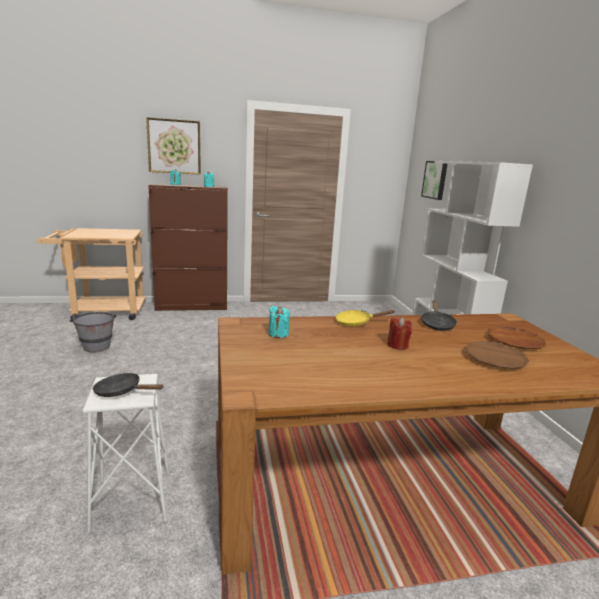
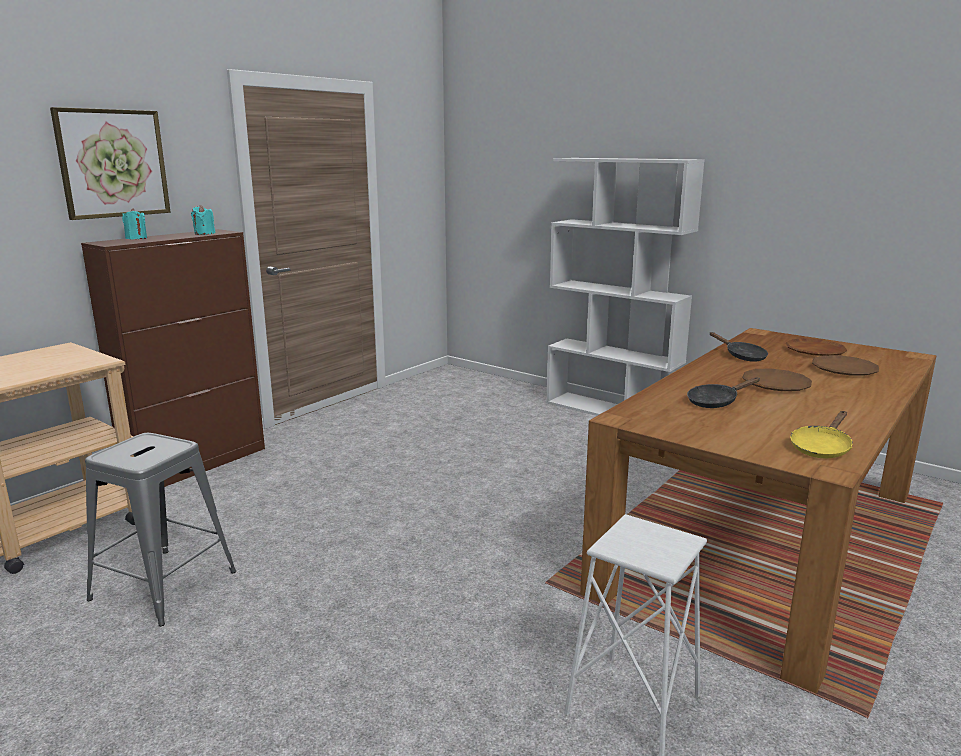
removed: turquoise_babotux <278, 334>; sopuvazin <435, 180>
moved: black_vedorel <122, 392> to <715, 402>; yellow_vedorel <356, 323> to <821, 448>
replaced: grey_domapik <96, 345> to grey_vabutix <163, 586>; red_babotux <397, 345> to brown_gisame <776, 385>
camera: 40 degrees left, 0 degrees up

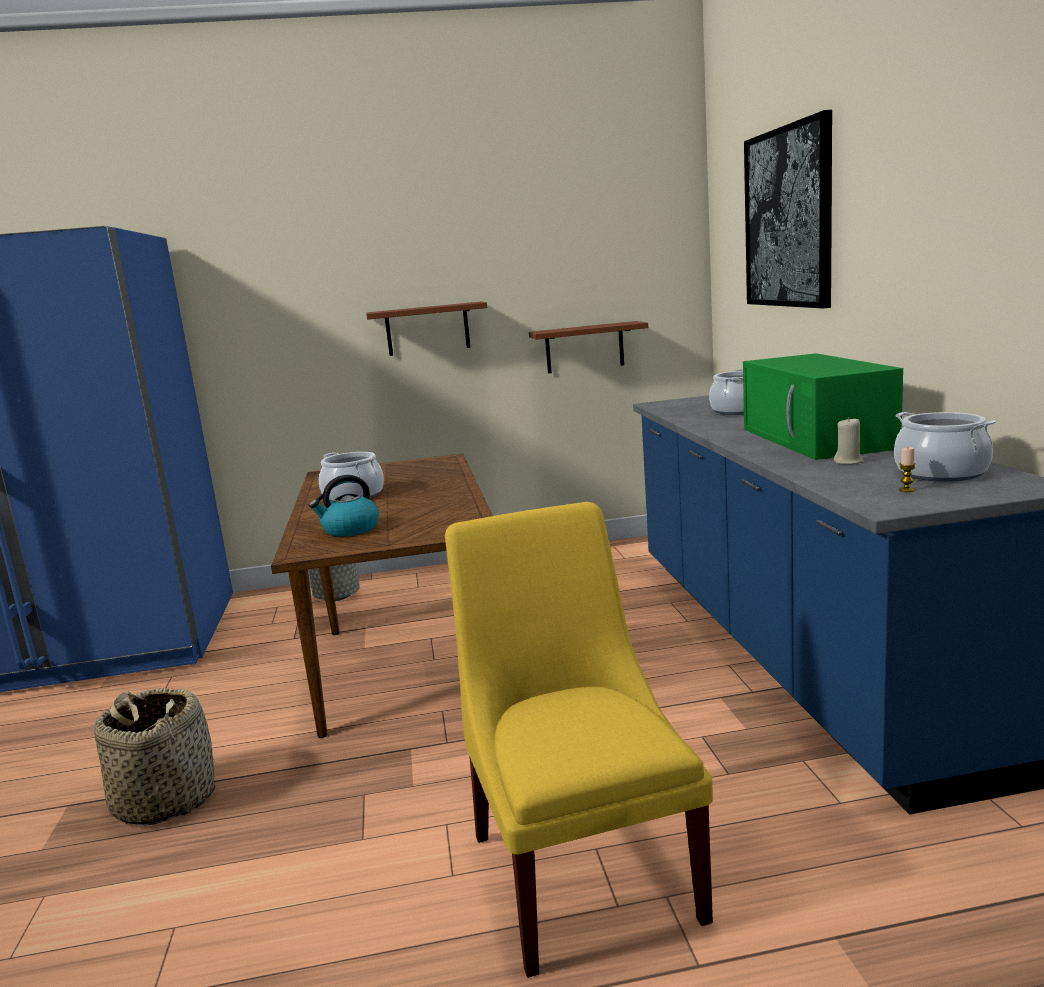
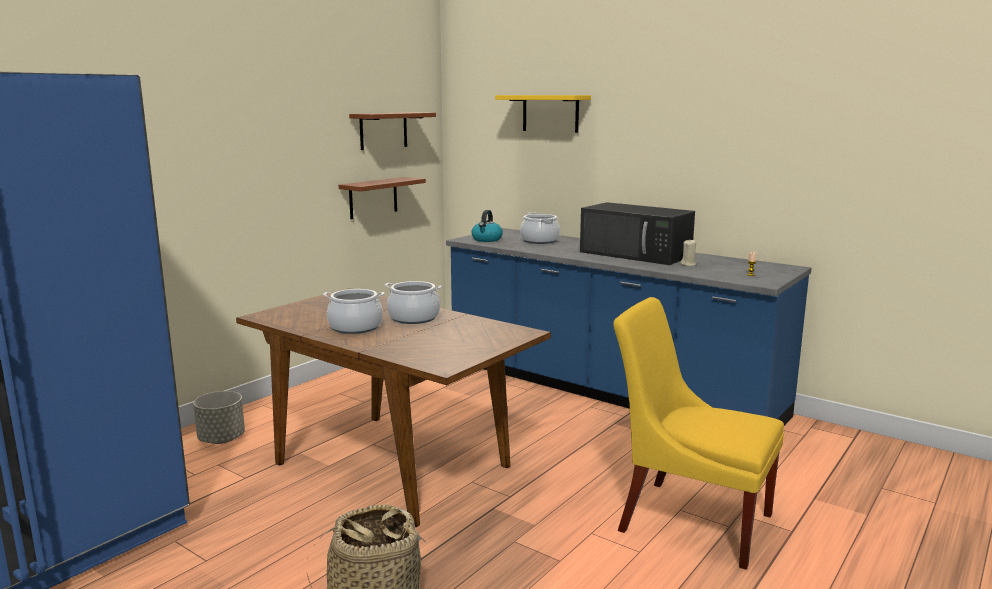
moved: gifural <350, 529> to <487, 239>; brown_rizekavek <427, 329> to <383, 130>; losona <941, 473> to <414, 318>
replaced: sopuvazin <788, 218> to yellow_rizekavek <550, 113>
recoloured: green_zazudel <817, 439> to black_zazudel <636, 254>
camera: 45 degrees left, 0 degrees up

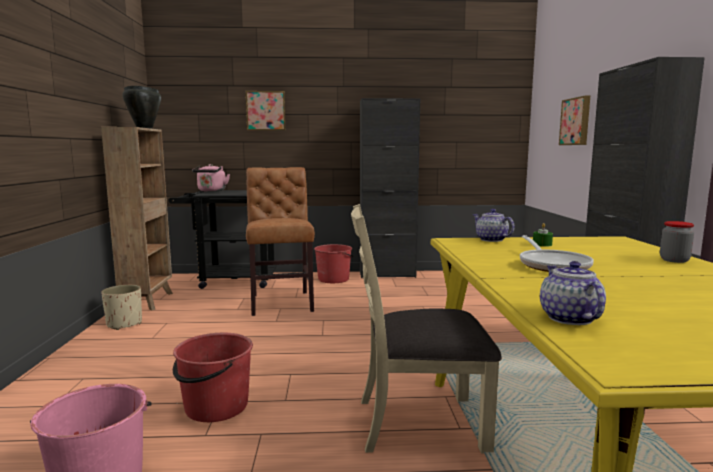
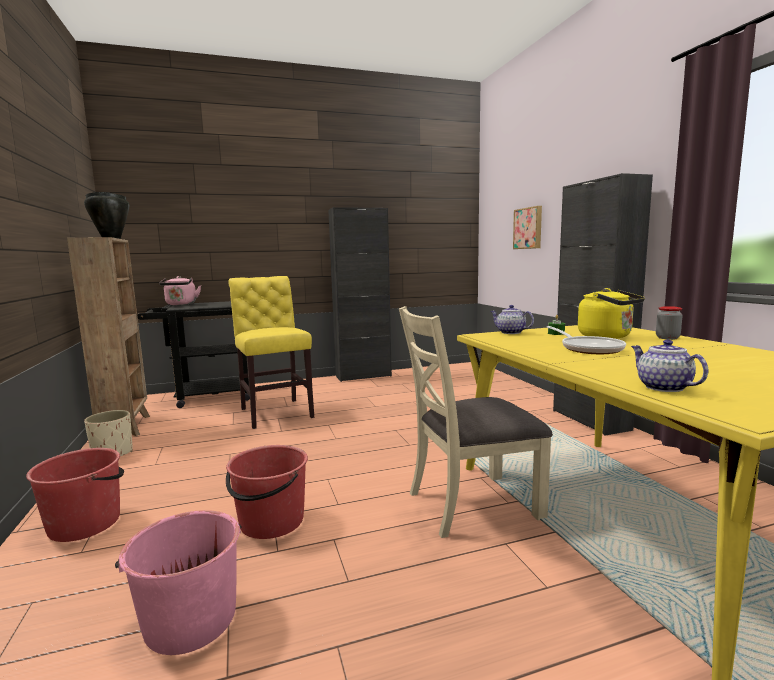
removed: sopuvazin <266, 111>
added: yellow_gifural <607, 336>
moved: red_domapik <334, 279> to <86, 523>
recoloured: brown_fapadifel <281, 302> to yellow_fapadifel <275, 412>
camera: 15 degrees left, 0 degrees up

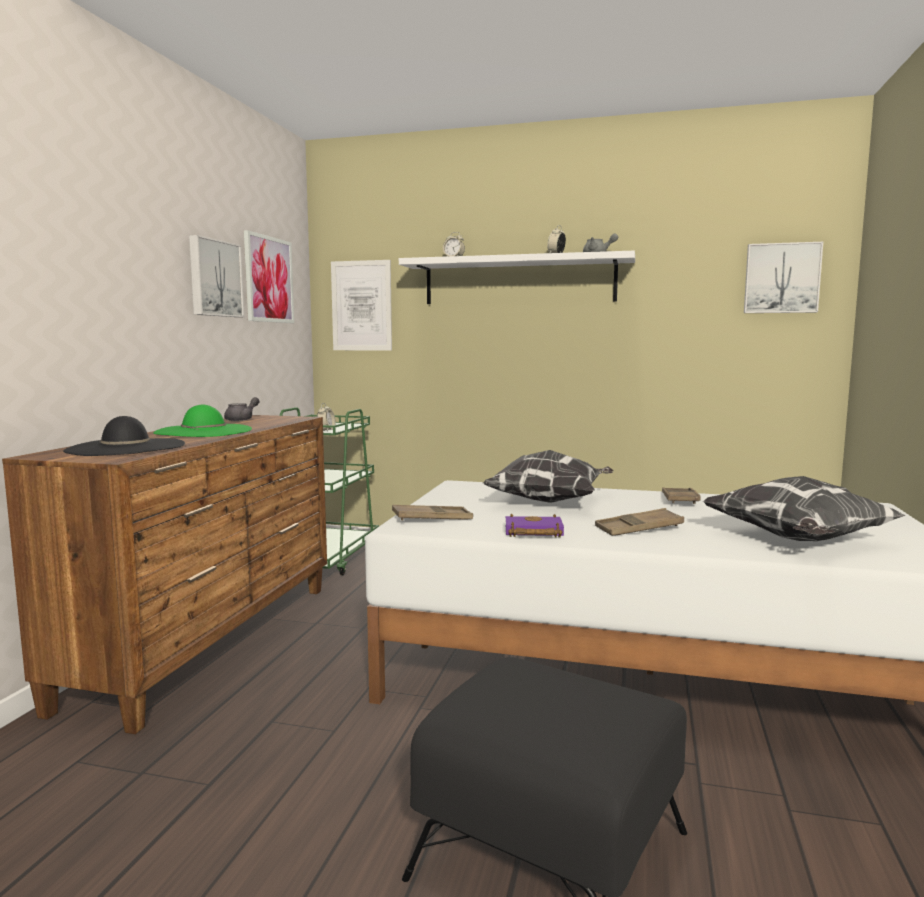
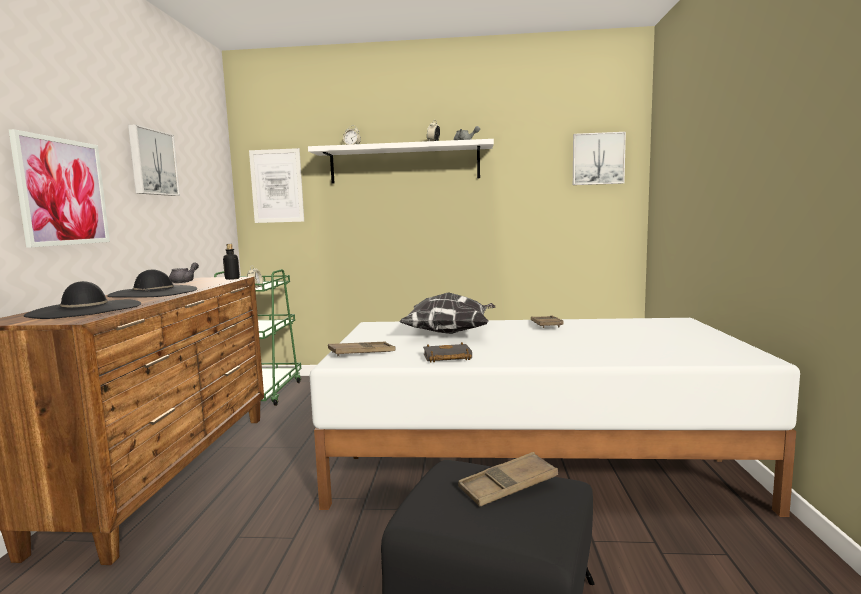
removed: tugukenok <798, 541>
added: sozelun <232, 279>
moved: sopuvazin <268, 279> to <62, 192>; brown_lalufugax <639, 529> to <508, 486>
recoloured: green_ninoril <203, 431> to black_ninoril <154, 292>; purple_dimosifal <532, 532> to black_dimosifal <446, 358>
camera: 10 degrees left, 0 degrees up

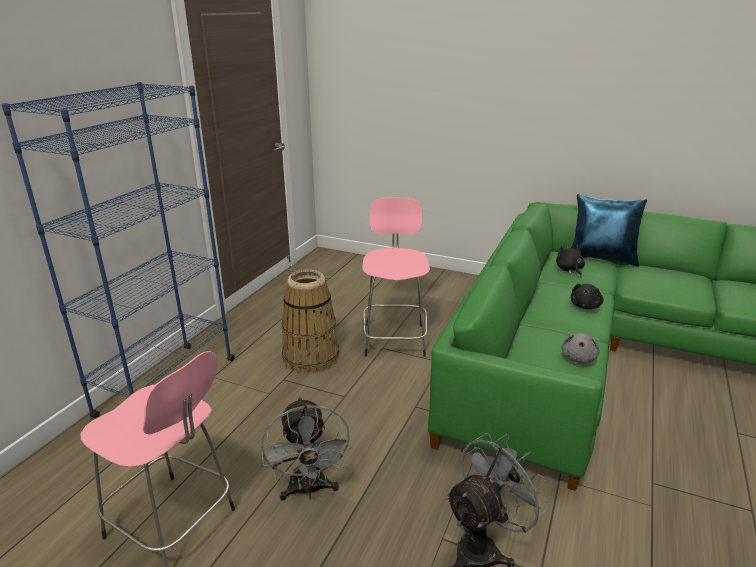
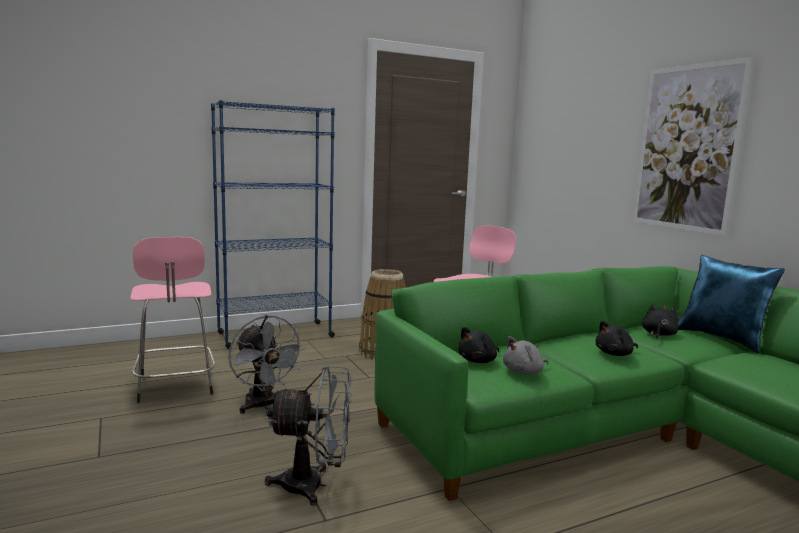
added: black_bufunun <478, 361>; sopuvazin <687, 148>
turned: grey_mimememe <309, 490> = <263, 406> 60 degrees counterclockwise
camera: 40 degrees right, 15 degrees down

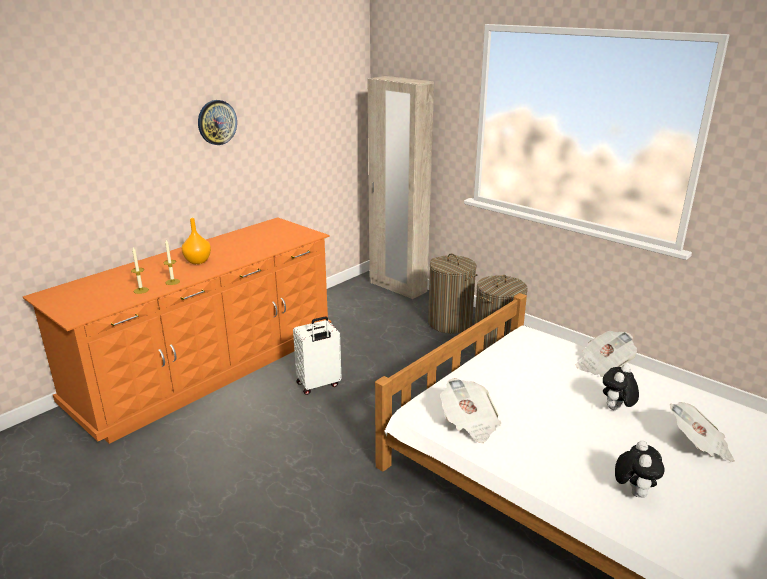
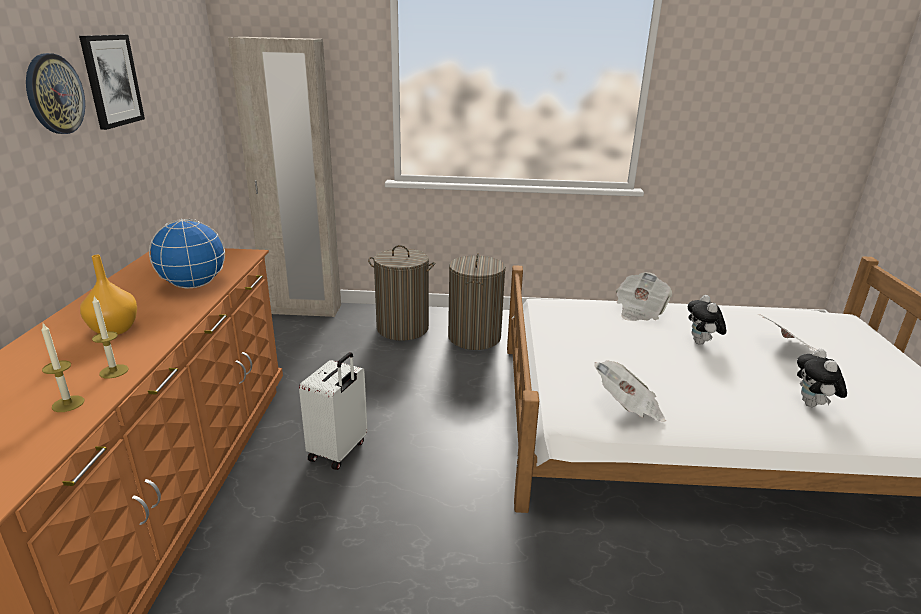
added: sopuvazin <111, 80>; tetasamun <194, 285>
turned: bufunun <633, 491> = <812, 405> 150 degrees counterclockwise
camera: 40 degrees left, 0 degrees up

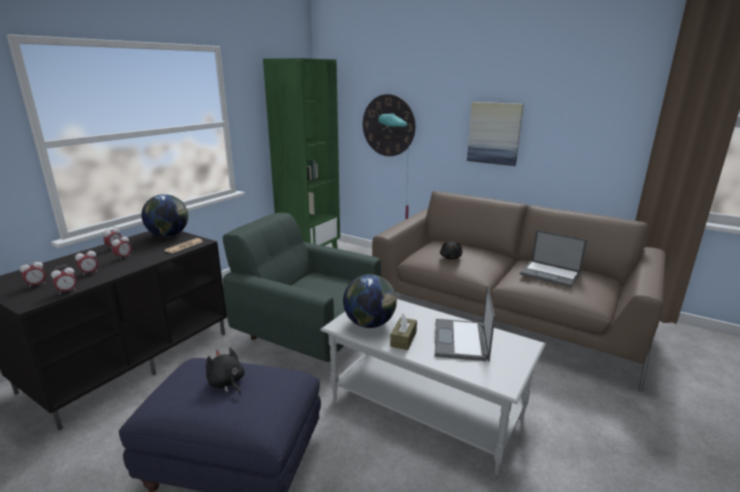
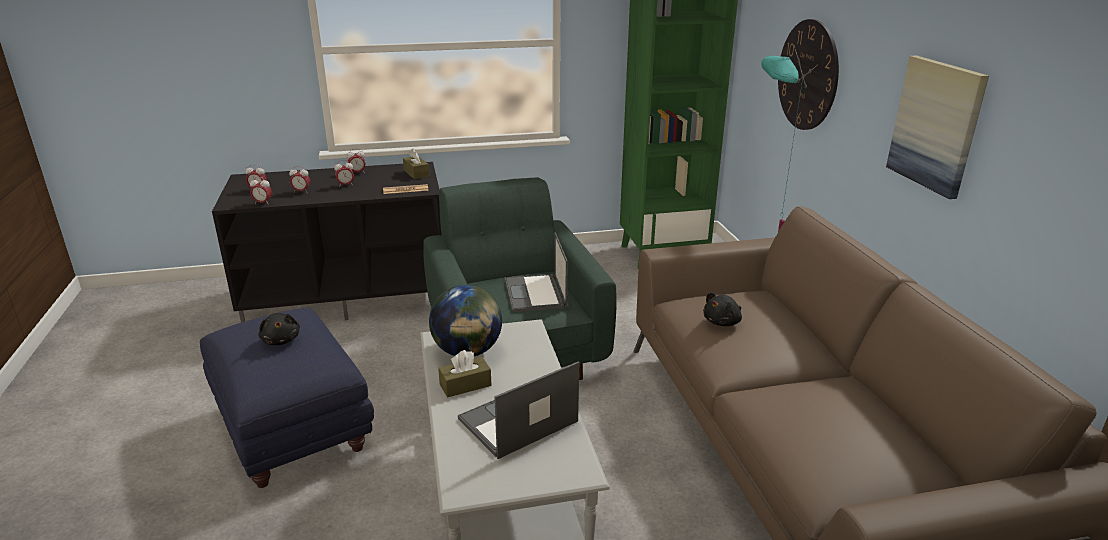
moved: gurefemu <551, 274> to <535, 294>
replaced: tetasamun <169, 235> to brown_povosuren <416, 173>
turned: black_bufunun <227, 383> = <281, 340> 150 degrees clockwise
camera: 45 degrees right, 5 degrees up

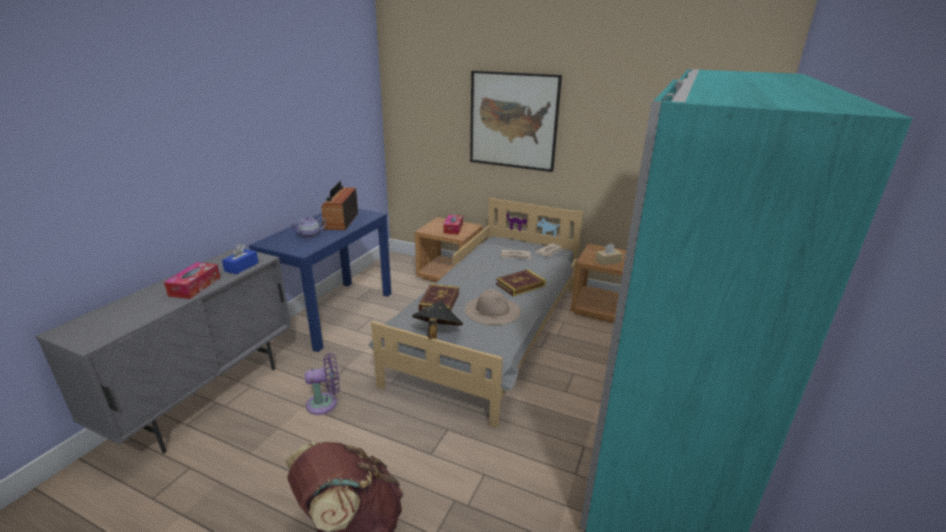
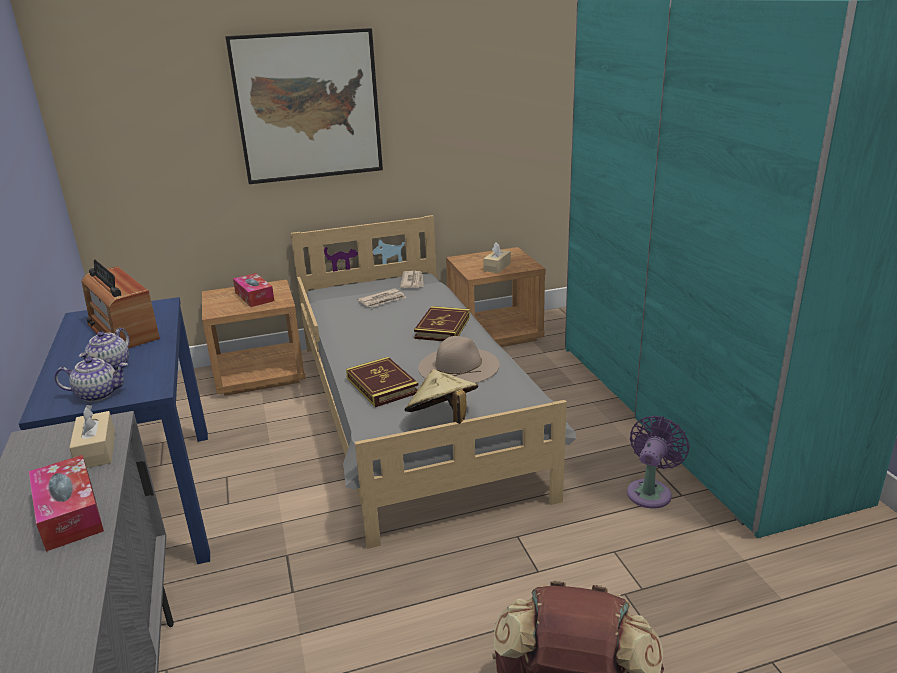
added: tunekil <98, 394>
moved: purple_mimememe <325, 403> to <650, 491>
recoloured: blue_povosuren <241, 267> to beige_povosuren <96, 450>; black_ninoril <437, 334> to beige_ninoril <442, 419>
camera: 40 degrees left, 0 degrees up

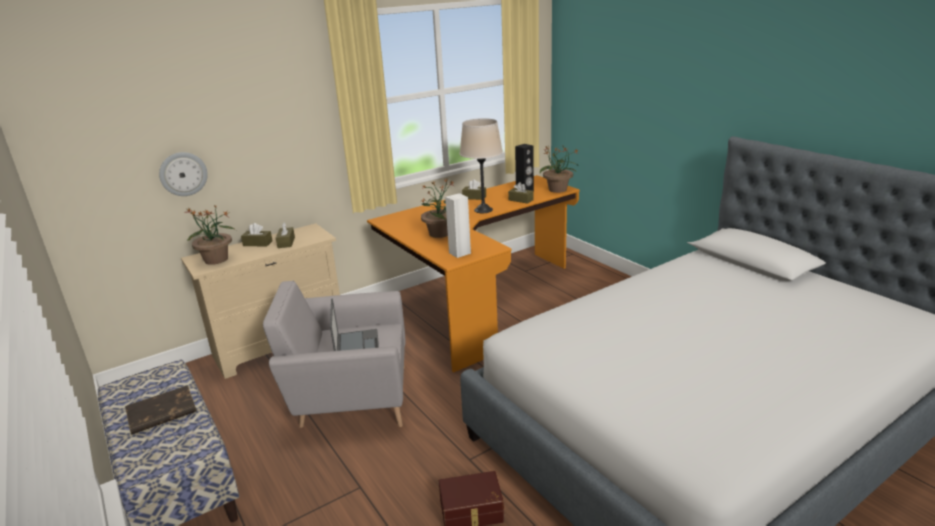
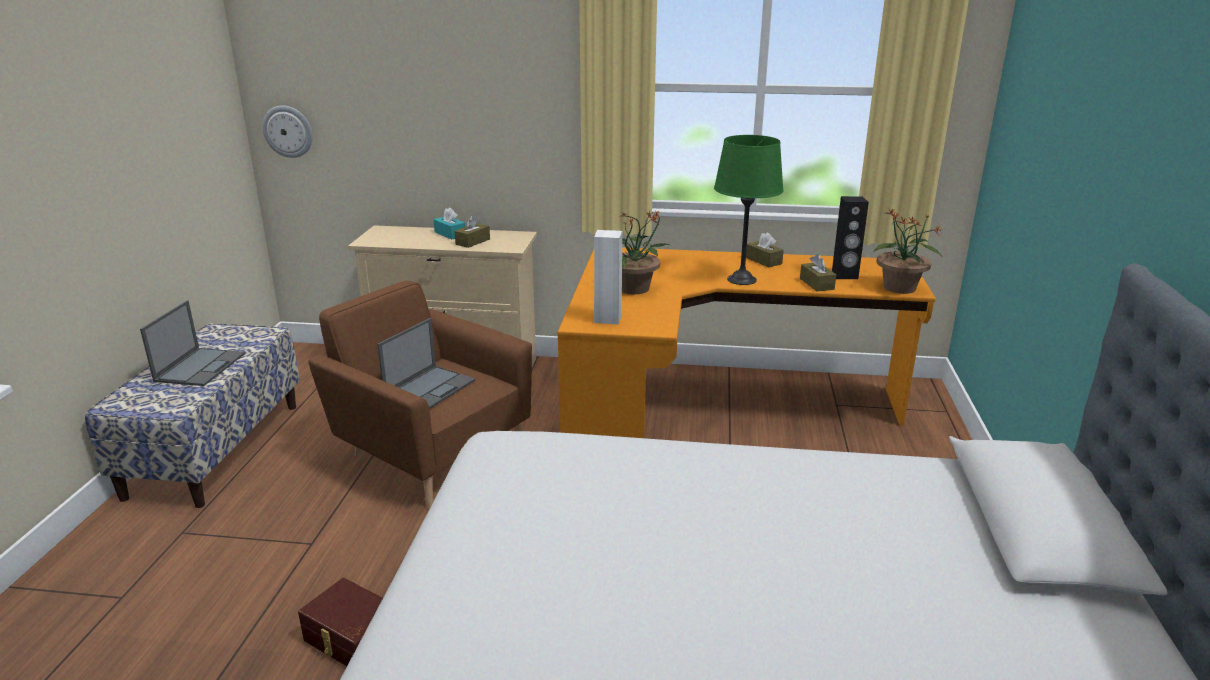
removed: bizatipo <216, 260>
moved: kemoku <183, 174> to <288, 131>
replaced: brown_dimosifal <161, 413> to gurefemu <201, 367>
recoloured: brown_povosuren <257, 243> to turquoise_povosuren <450, 234>; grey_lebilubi <350, 398> to brown_lebilubi <431, 453>; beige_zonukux <483, 210> to green_zonukux <741, 279>
camera: 40 degrees right, 0 degrees up

